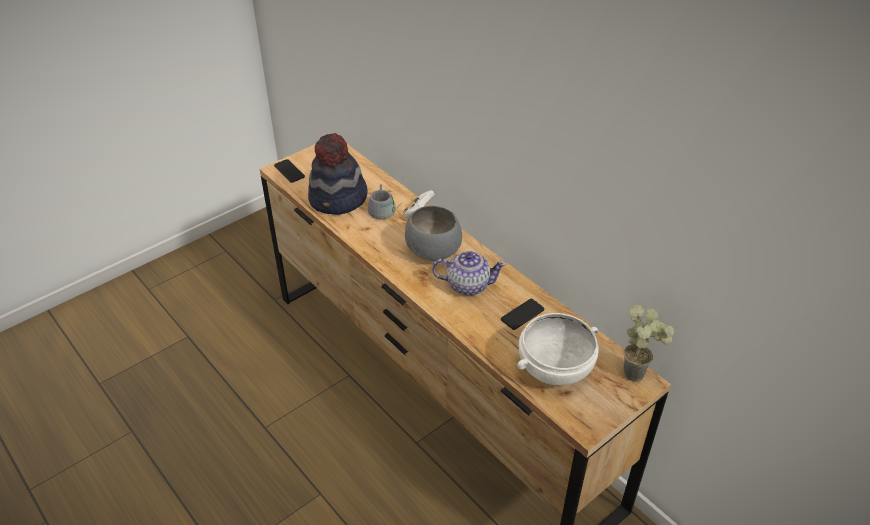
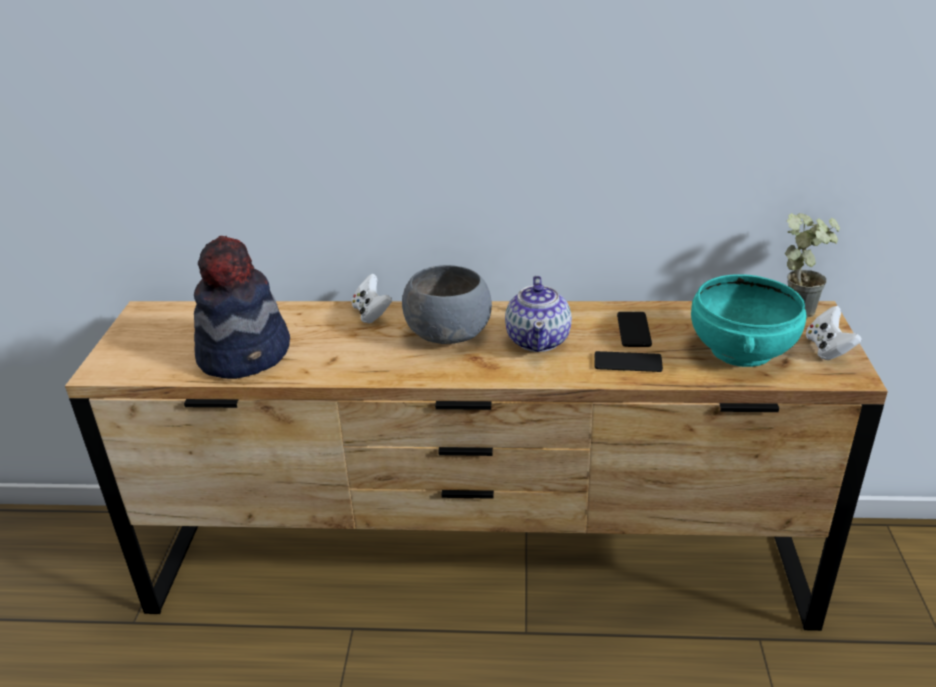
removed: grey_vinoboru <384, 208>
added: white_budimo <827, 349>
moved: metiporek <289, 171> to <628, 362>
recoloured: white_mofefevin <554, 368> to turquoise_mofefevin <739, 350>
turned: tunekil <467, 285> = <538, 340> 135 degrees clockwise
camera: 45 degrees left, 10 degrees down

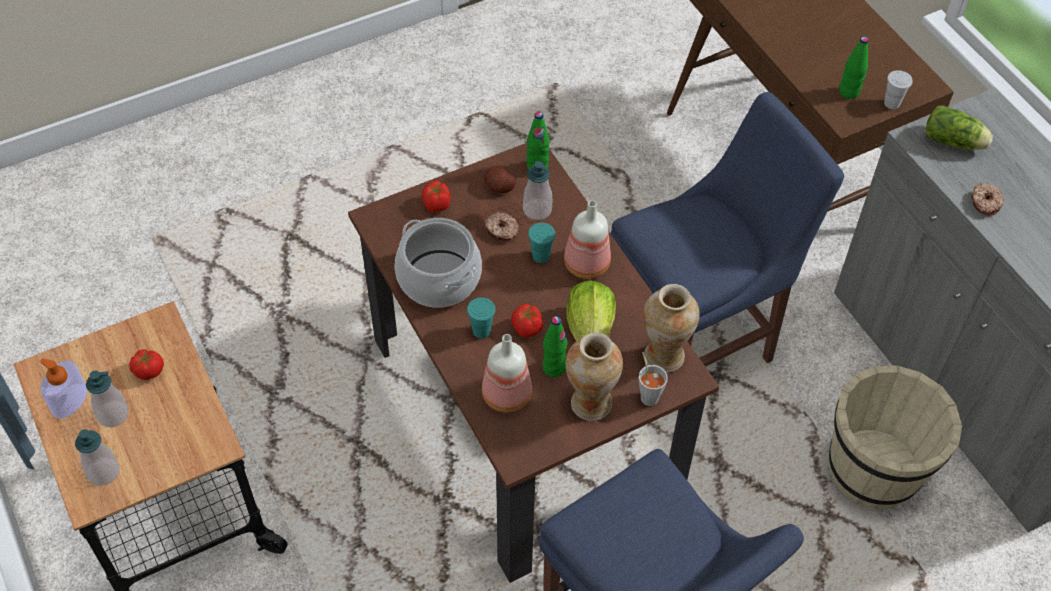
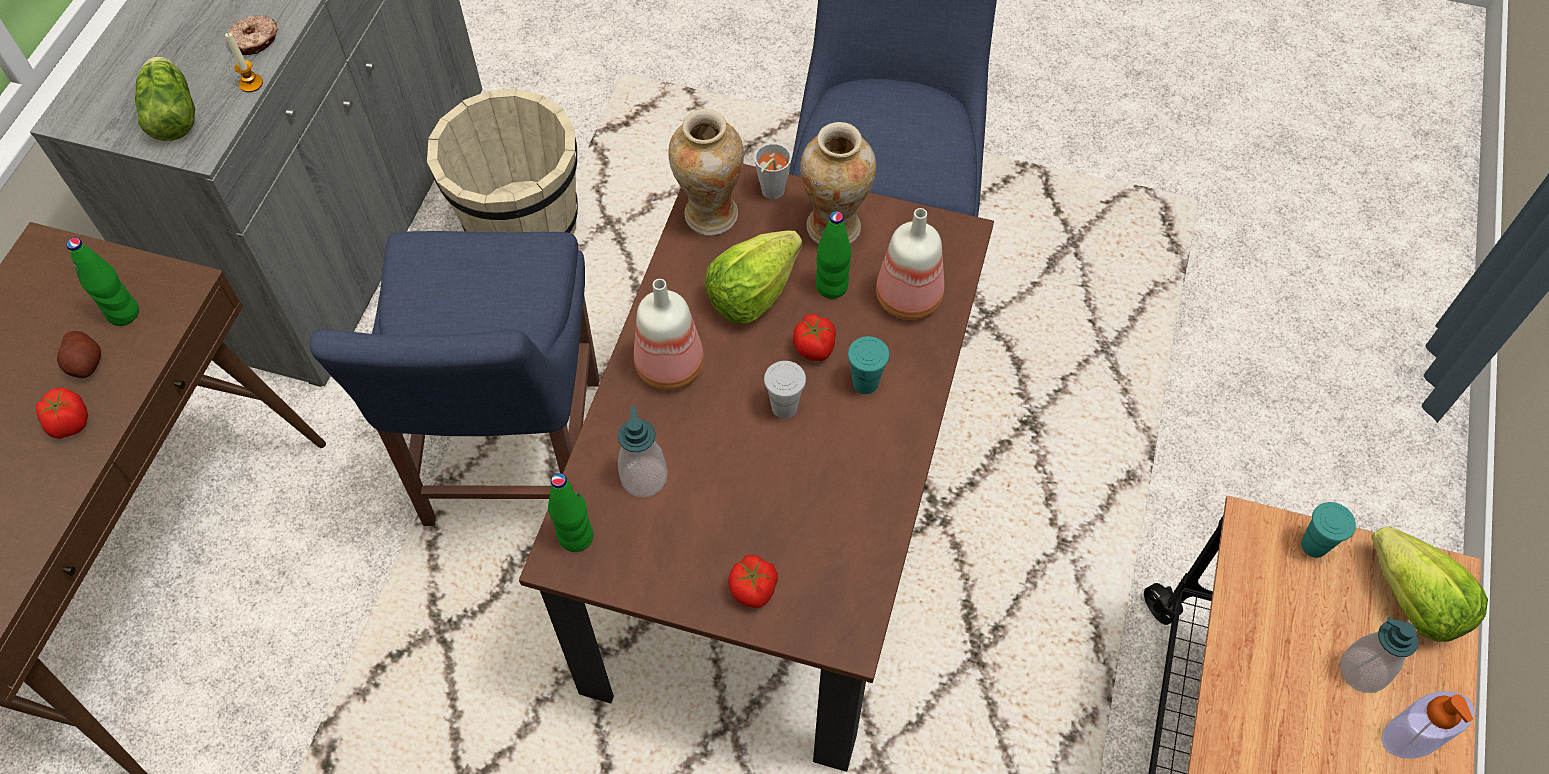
removed: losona <438, 279>; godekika <501, 230>
added: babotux <251, 83>
moved: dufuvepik <149, 371> to <70, 423>; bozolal <499, 187> to <86, 363>; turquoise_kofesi <541, 256> to <1314, 545>; white_kofesi <891, 103> to <784, 407>
replaced: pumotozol <103, 472> to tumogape <1412, 601>
turned: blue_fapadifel <698, 340> = <510, 461> 105 degrees counterclockwise
camera: 135 degrees left, 5 degrees up

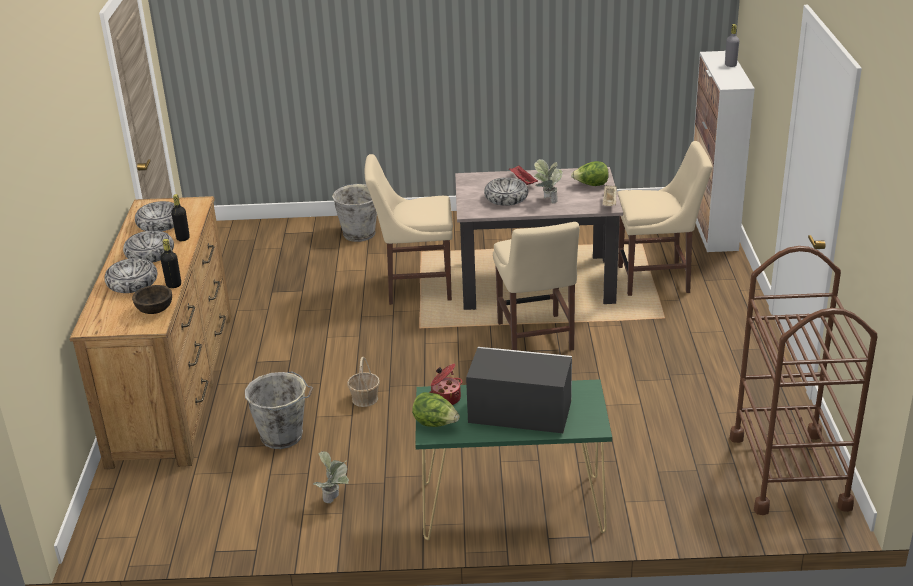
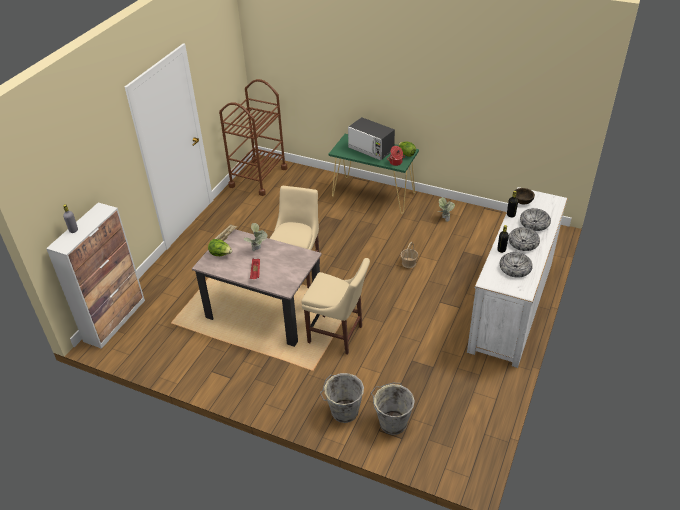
removed: mofefevin <506, 198>; beige_fapadifel <658, 279>
moved: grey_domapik <283, 436> to <392, 422>
recoloured: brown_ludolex <173, 385> to white_ludolex <511, 305>
camera: 155 degrees left, 10 degrees up

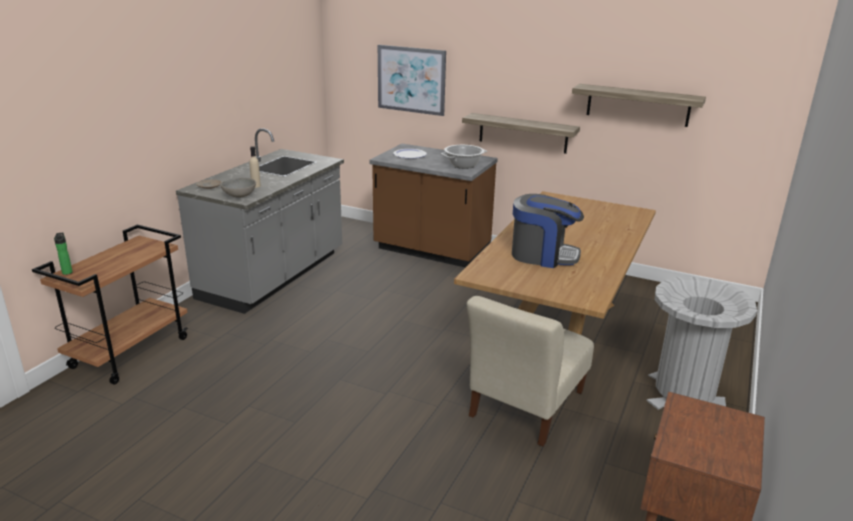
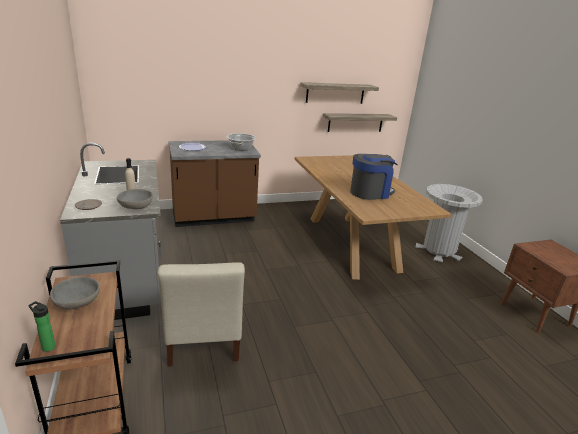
removed: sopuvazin <411, 80>
added: grey_mofefevin <77, 303>
moved: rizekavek <523, 133> to <355, 122>; beige_fapadifel <524, 407> to <203, 337>
camera: 45 degrees left, 0 degrees up

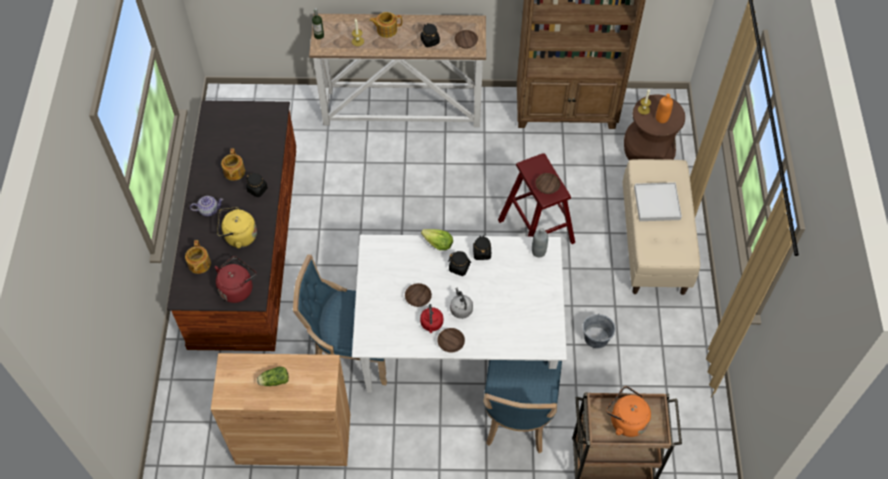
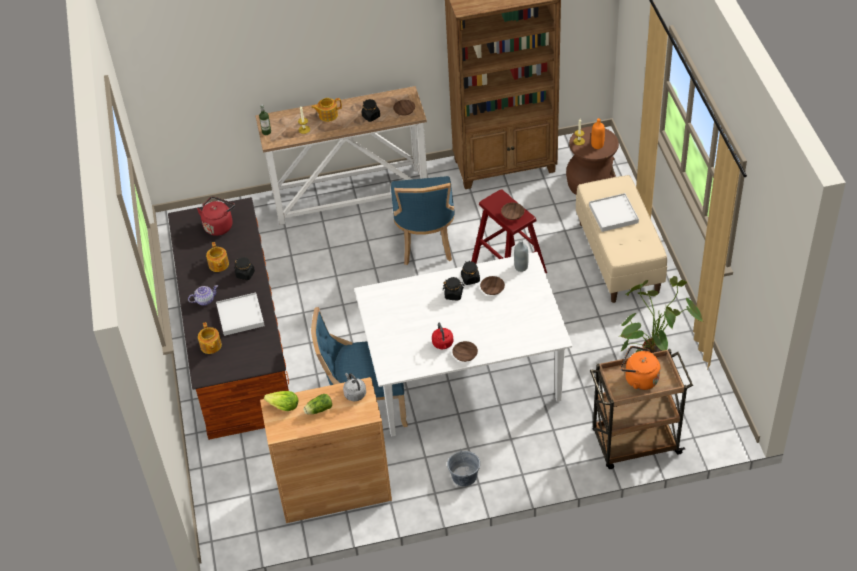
added: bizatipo <652, 351>
moved: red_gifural <237, 288> to <219, 225>; brown_mofefevin <417, 298> to <492, 289>; tumogape <437, 244> to <283, 406>; grey_gifural <460, 309> to <354, 393>; blue_fapadifel <517, 416> to <425, 242>; grey_domapik <596, 338> to <464, 476>
replaced: yellow_gifural <238, 236> to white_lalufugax <240, 316>
camera: 10 degrees left, 10 degrees down

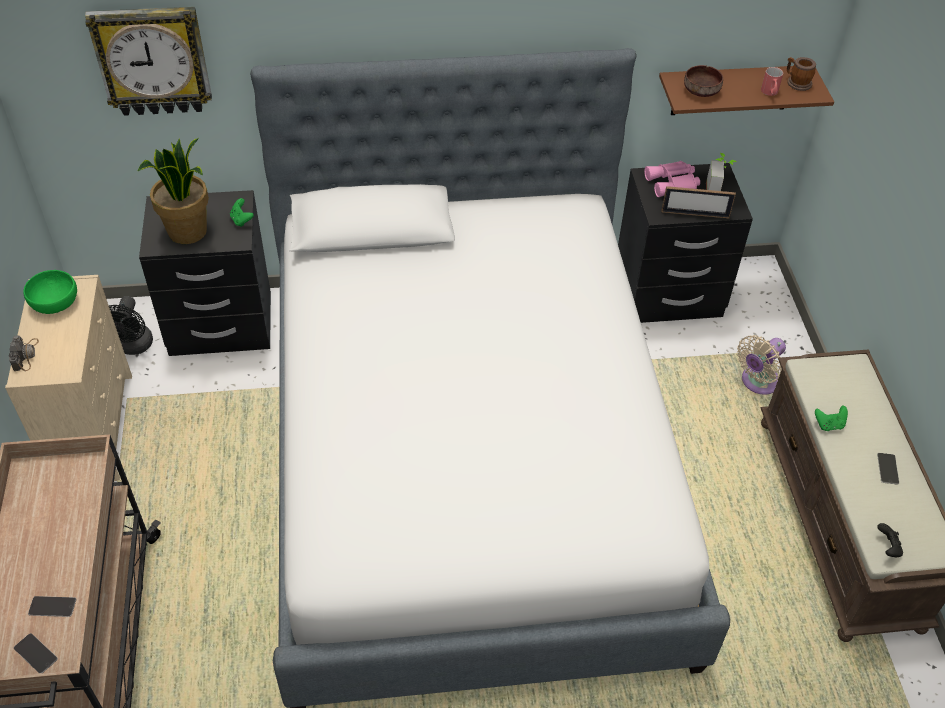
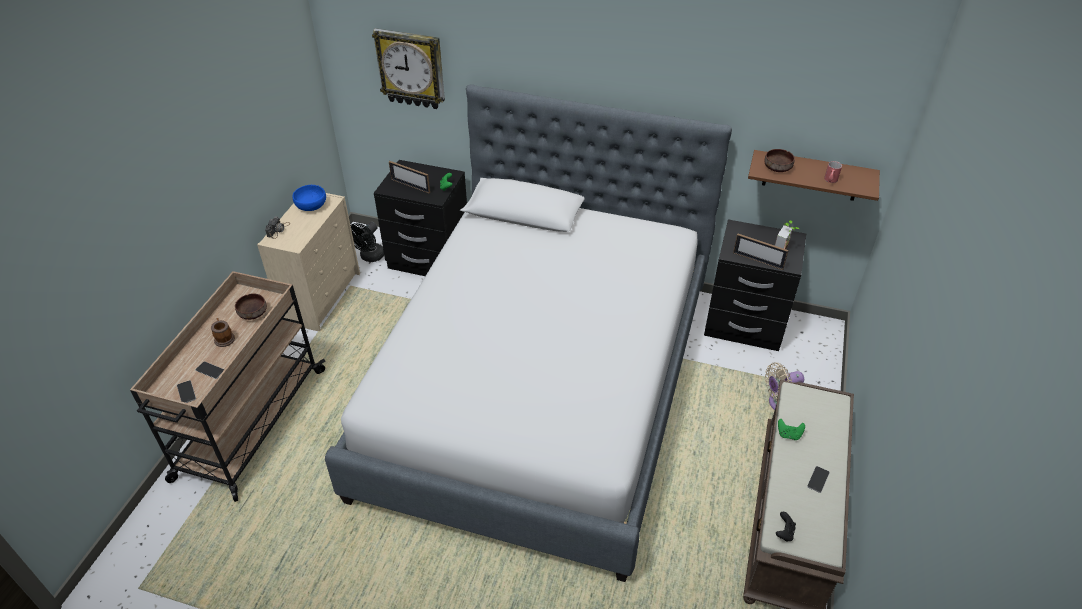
removed: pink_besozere <673, 184>
added: brown_mofefevin <252, 313>
moved: vinoboru <796, 82> to <224, 338>
replaced: bizatipo <188, 232> to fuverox <410, 186>
recoloured: green_mofefevin <54, 303> to blue_mofefevin <311, 206>
camera: 25 degrees right, 5 degrees down

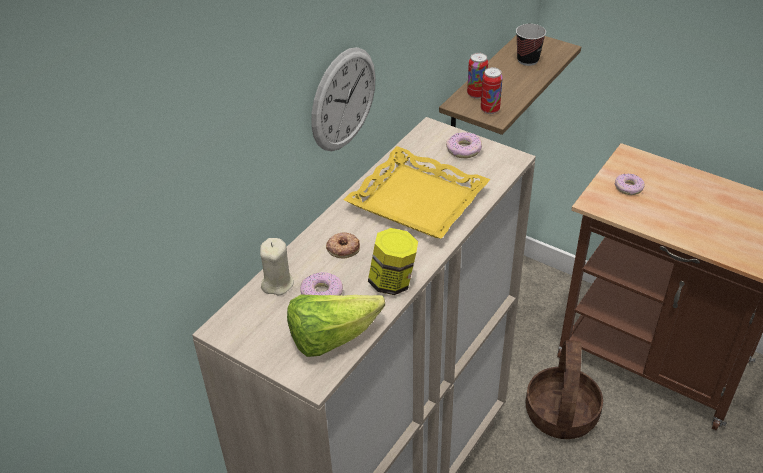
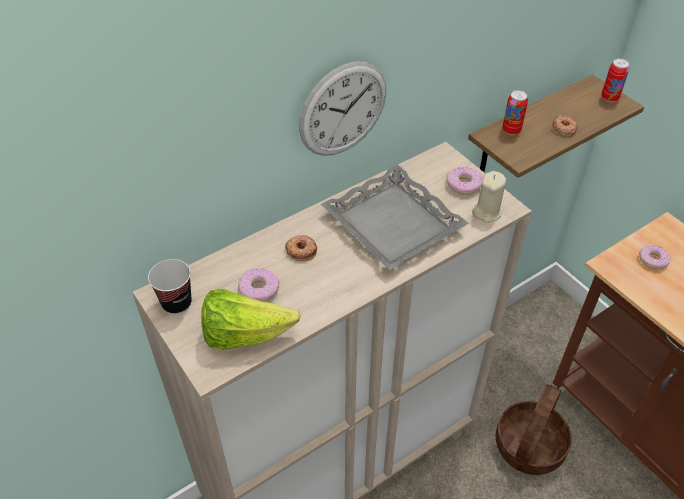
removed: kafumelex <393, 282>
added: godekika <563, 128>
moved: beige_babotux <277, 283> to <487, 212>; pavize <490, 109> to <609, 98>; kofesi <527, 60> to <177, 303>
recoloured: yellow_lalufugax <416, 201> to grey_lalufugax <392, 224>
camera: 20 degrees right, 5 degrees up

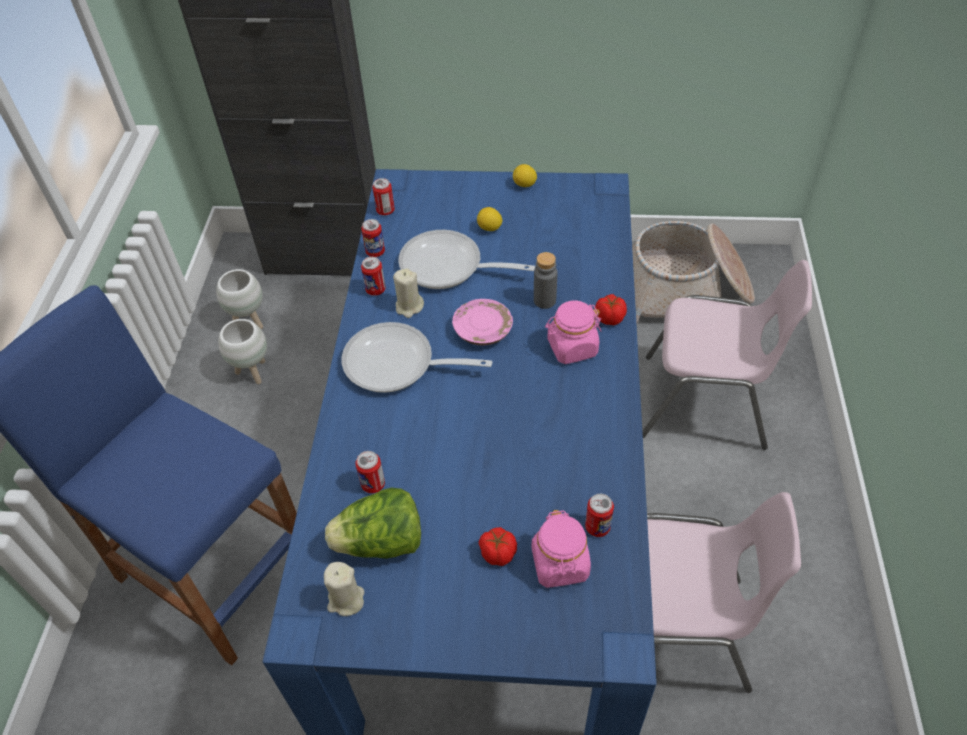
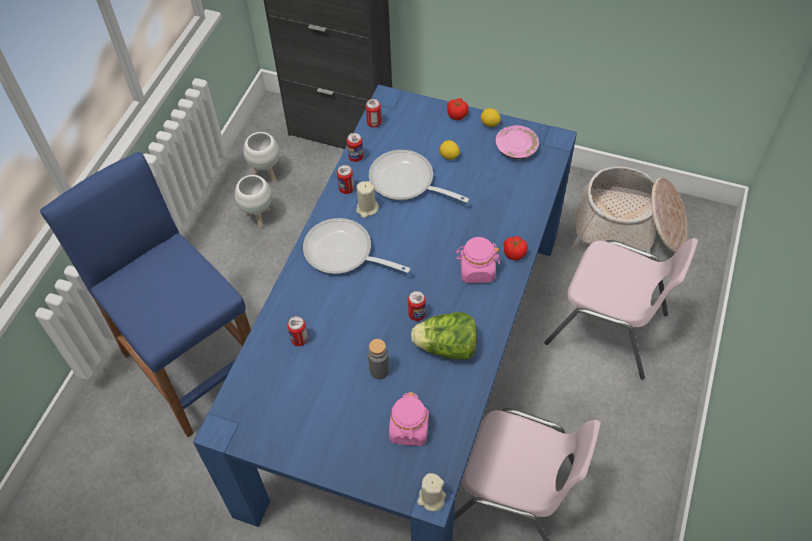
moved: beige_babotux <346, 600> to <431, 498>; tumogape <381, 542> to <446, 347>; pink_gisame <483, 329> to <516, 148>; dufuvepik <497, 553> to <456, 115>; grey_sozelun <544, 300> to <379, 370>; pavize <597, 527> to <417, 314>
camera: 15 degrees right, 5 degrees up

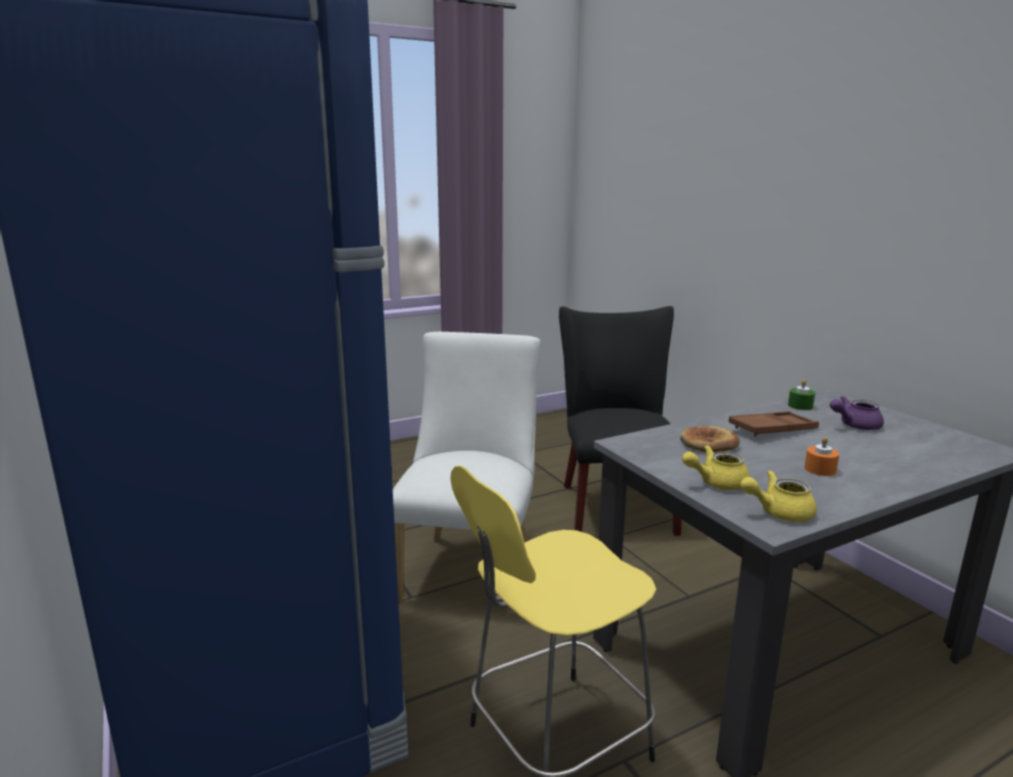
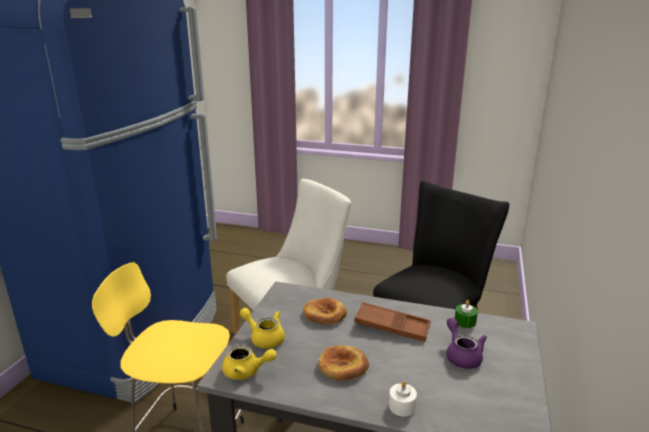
added: white_babotux <402, 406>
replaced: orange_babotux <820, 469> to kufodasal <342, 366>
turned: yellow_tunekil <778, 512> = <246, 371> 150 degrees clockwise; purple_tunekil <854, 425> = <462, 355> 45 degrees clockwise
camera: 45 degrees right, 5 degrees up

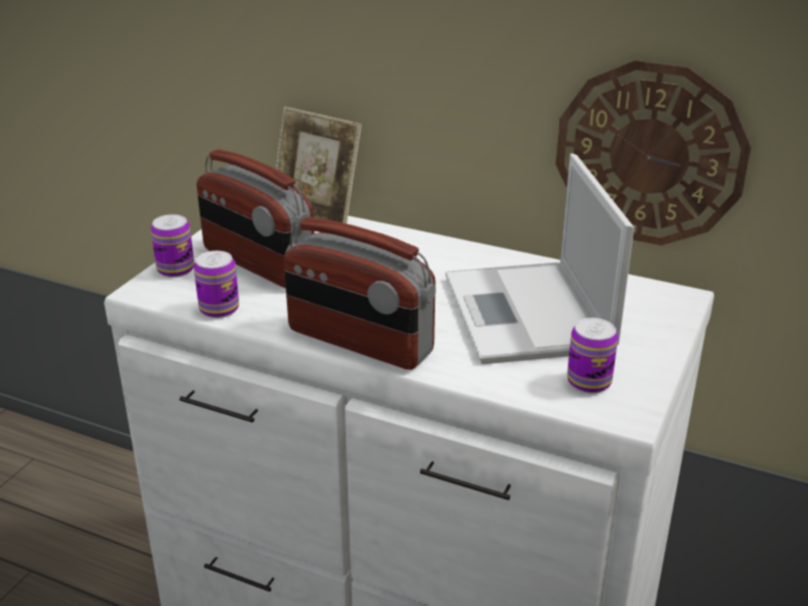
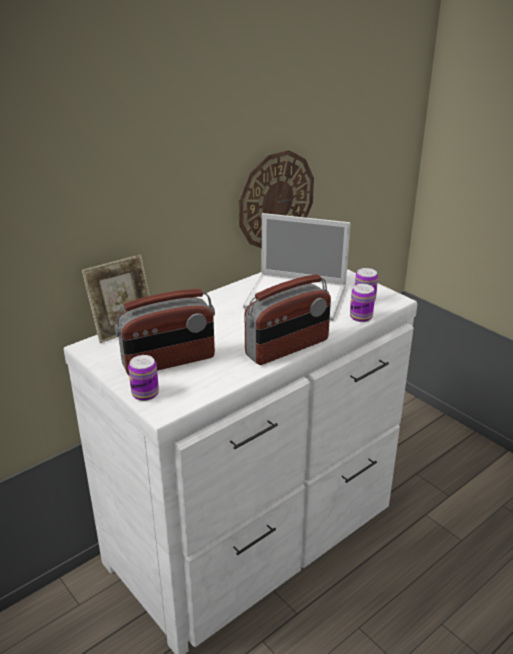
moved: pavize <219, 309> to <361, 317>
camera: 65 degrees left, 0 degrees up

